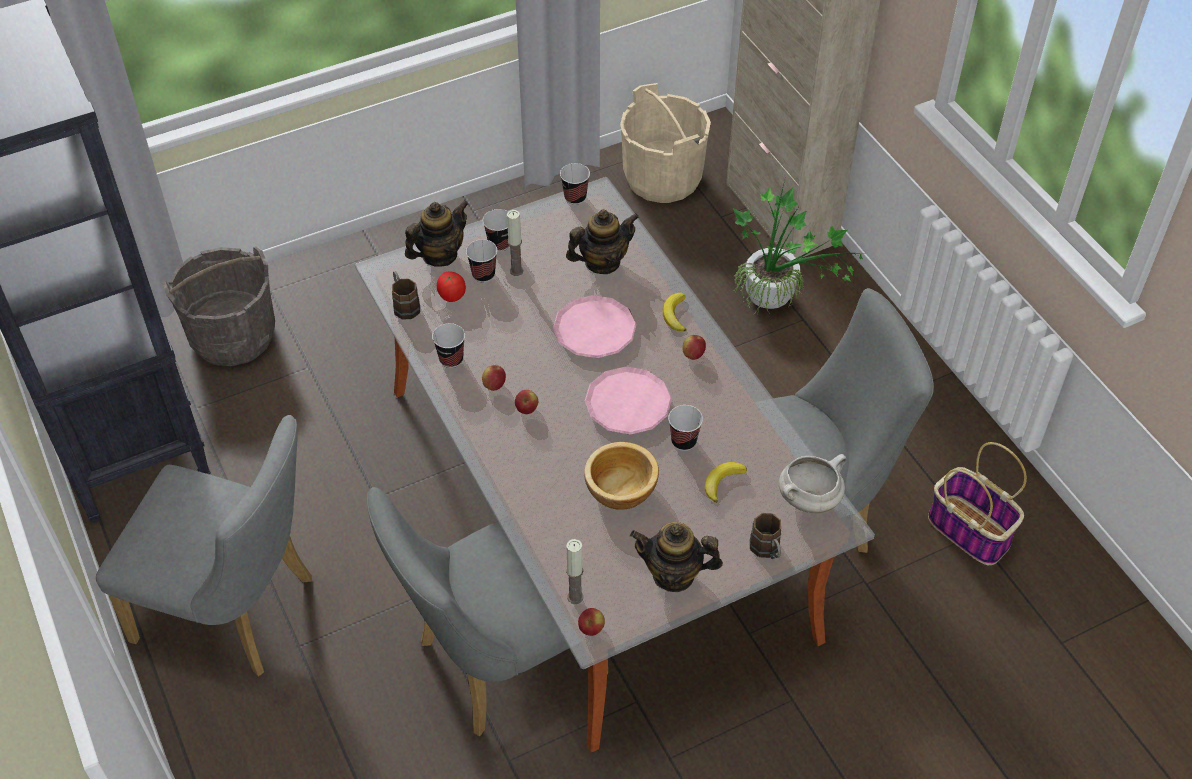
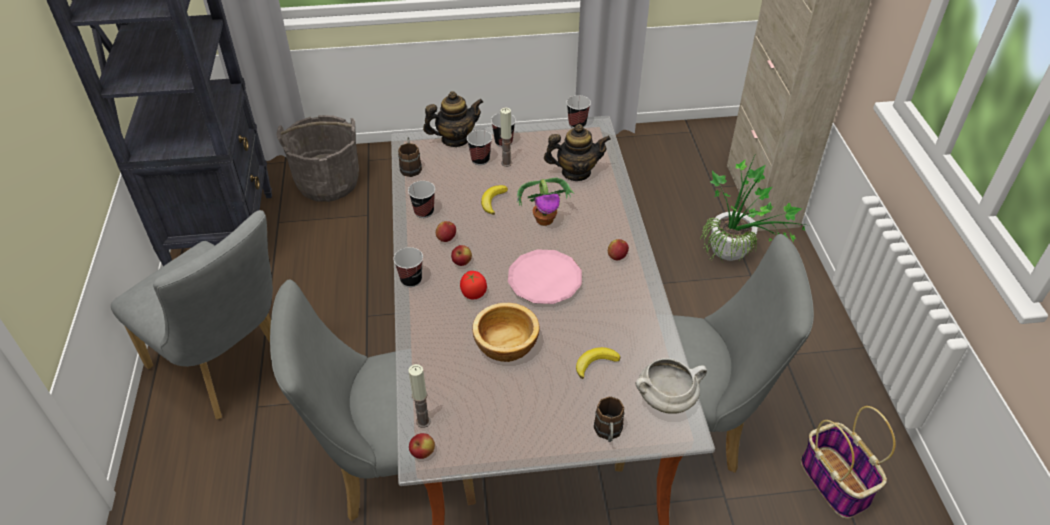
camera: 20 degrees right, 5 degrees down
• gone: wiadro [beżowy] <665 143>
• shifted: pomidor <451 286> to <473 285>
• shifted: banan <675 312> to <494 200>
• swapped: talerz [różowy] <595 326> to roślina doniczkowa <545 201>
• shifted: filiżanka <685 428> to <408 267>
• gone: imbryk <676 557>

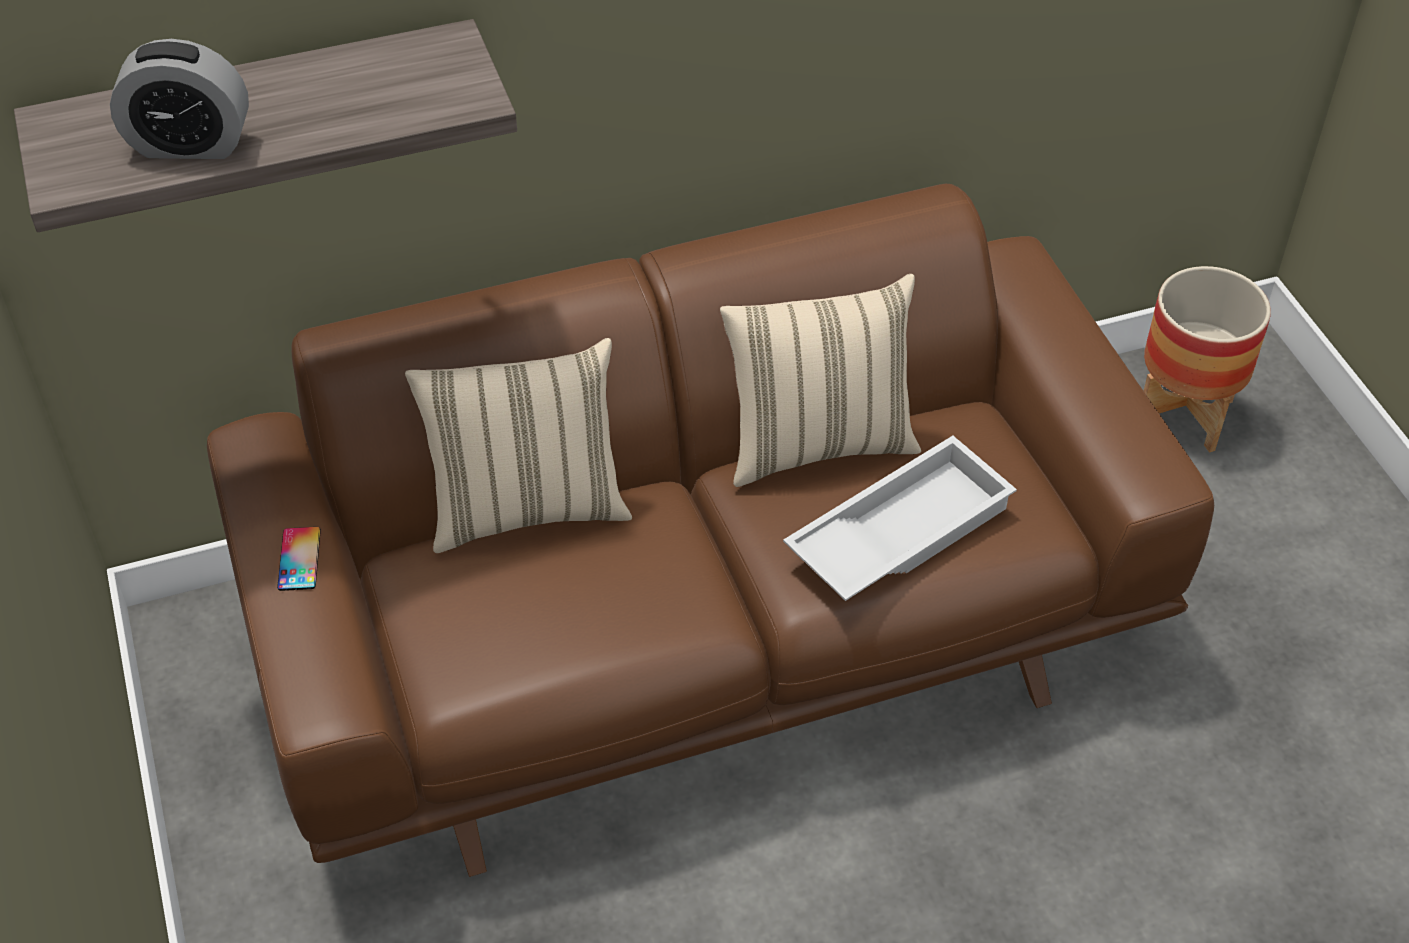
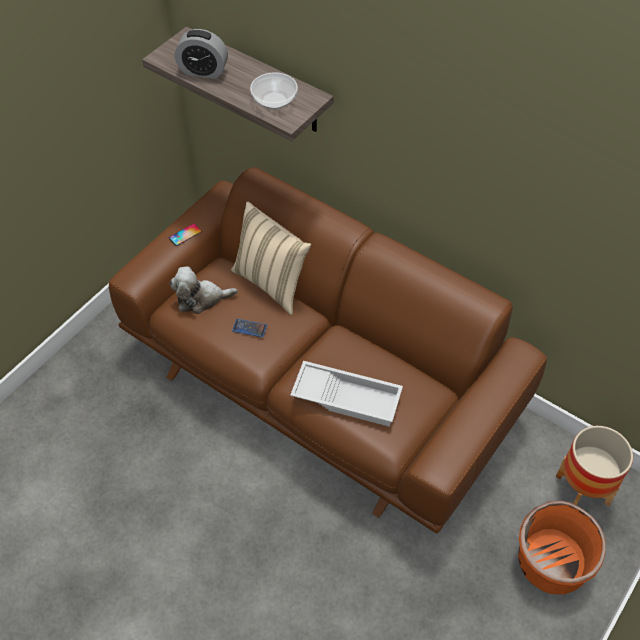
camera: 55 degrees right, 5 degrees up
• rotated: budzik <179 99> = <201 54> 45 degrees counterclockwise
• gone: poduszka [beżowy] <820 380>
• new: miska <274 91>
• new: pluszak <203 290>
• new: telefon <249 328>
• new: donica [pomarańczowy] <562 548>

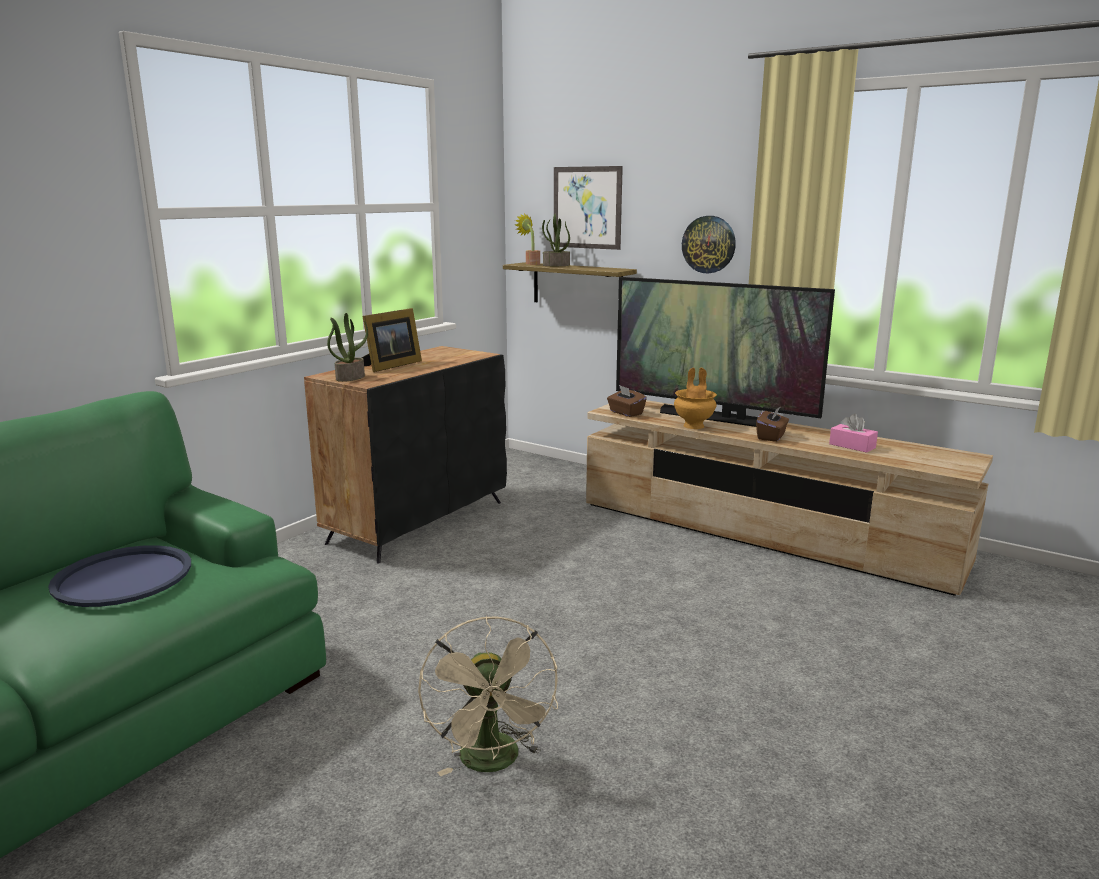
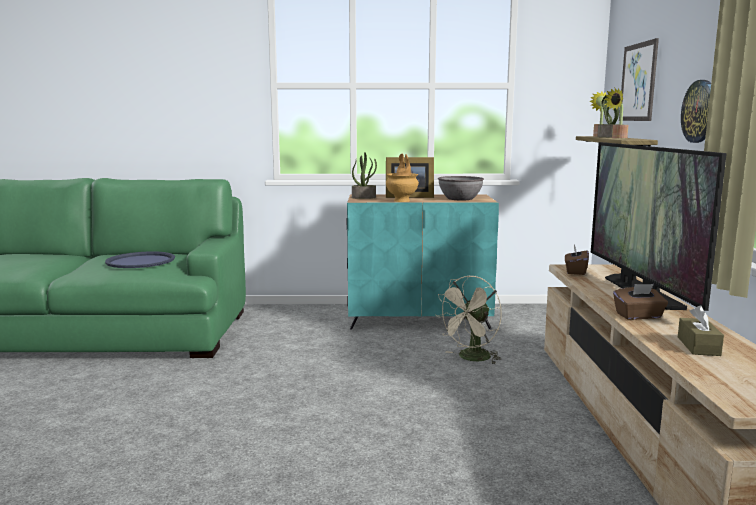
camera: 55 degrees right, 5 degrees down
• repainted: szafka [czarny] <405 455> to szafka [turkusowy] <423 262>
• shifted: wazon [brązowy] <695 398> to <402 178>
• repainted: pudełko chusteczek [różowy] <853 433> to pudełko chusteczek [brązowy] <701 330>
• shifted: wentylator [beżowy] <488 696> to <468 320>
• new: roślina doniczkowa <616 112>
• new: miska [szary] <461 188>

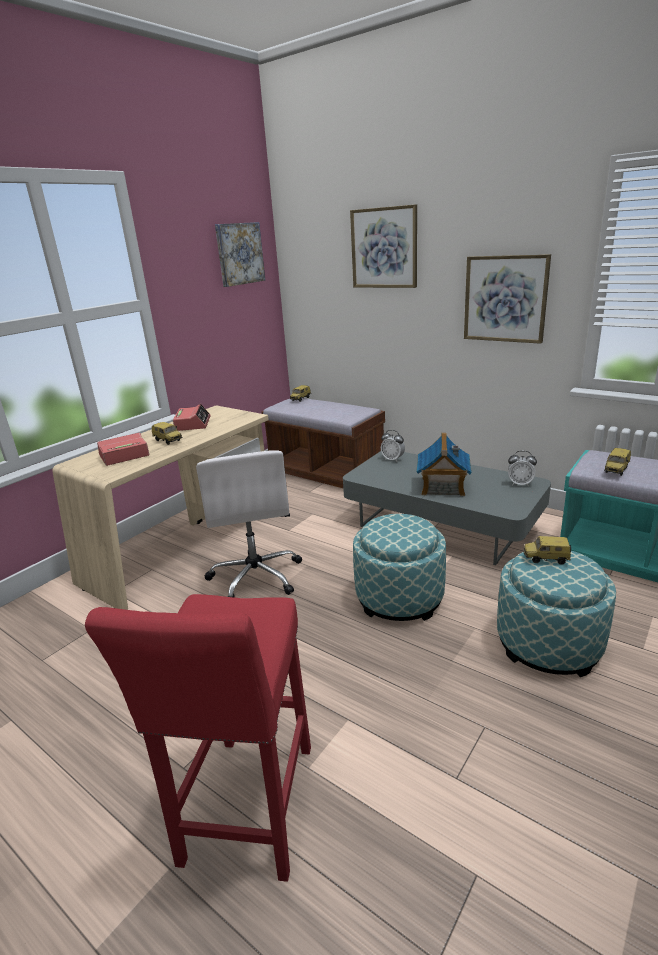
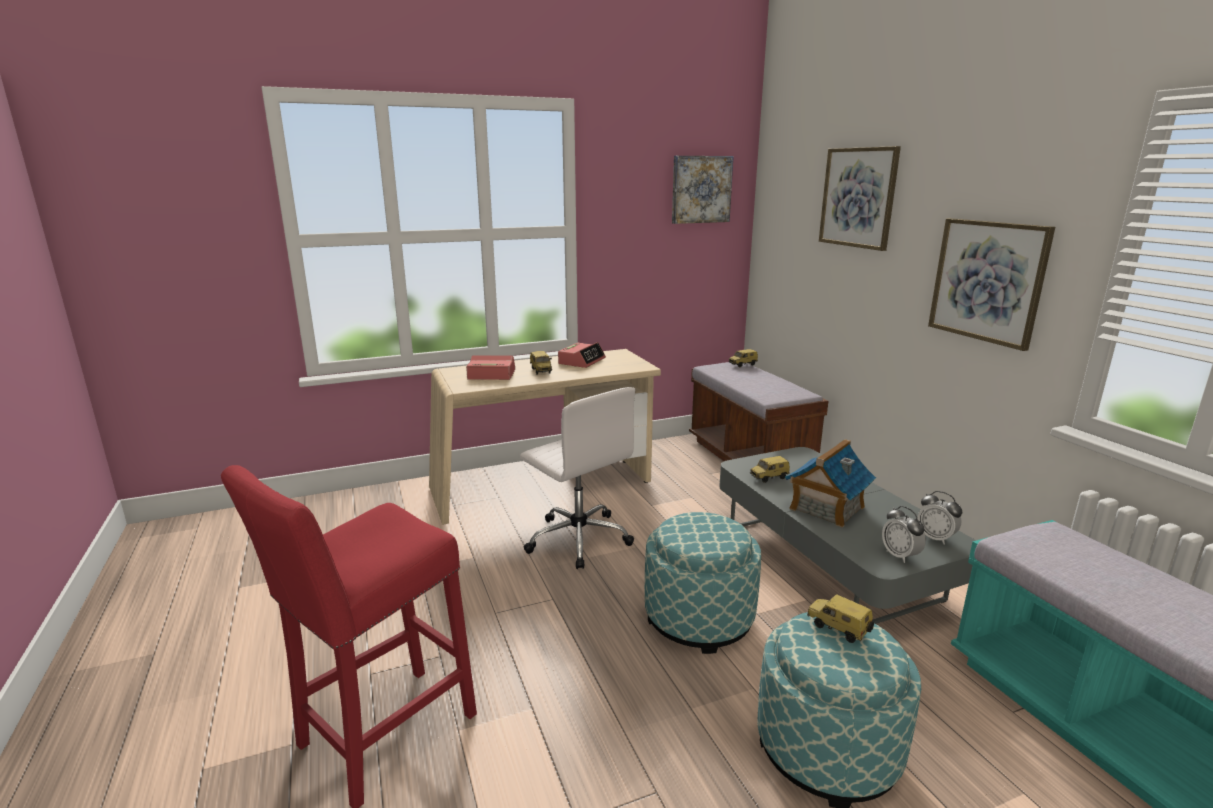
camera: 30 degrees right, 5 degrees down
• shifted: budzik <393 446> to <904 534>
• shifted: samochodzik <617 462> to <770 469>
• rotated: krzesło biurowe [biały] <249 524> = <577 478> 60 degrees counterclockwise

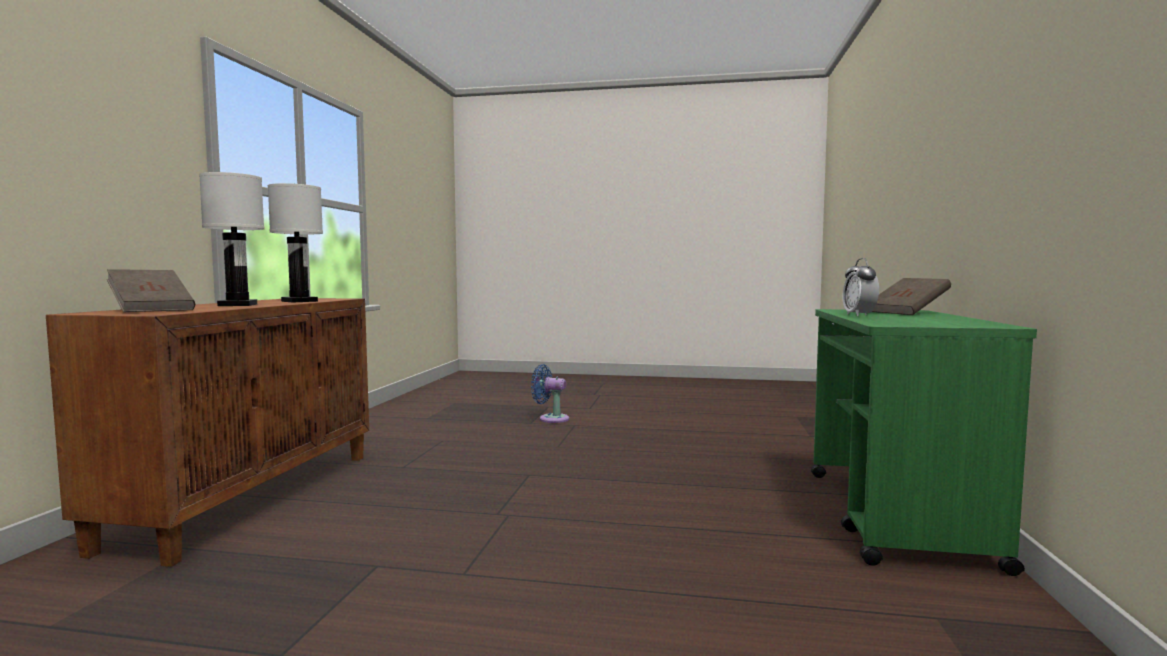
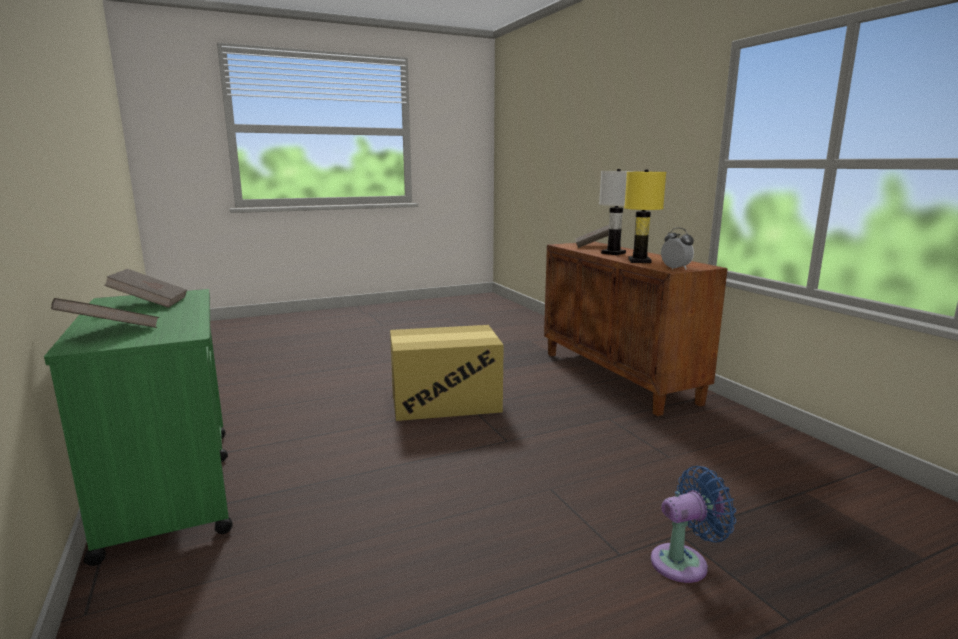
camera: 145 degrees right, 10 degrees up
• repainted: lampa stołowa [biały] <295 242> to lampa stołowa [żółty] <645 216>
• shifted: budzik <860 287> to <677 249>
• new: książka [brązowy] <145 288>
• new: karton <447 373>

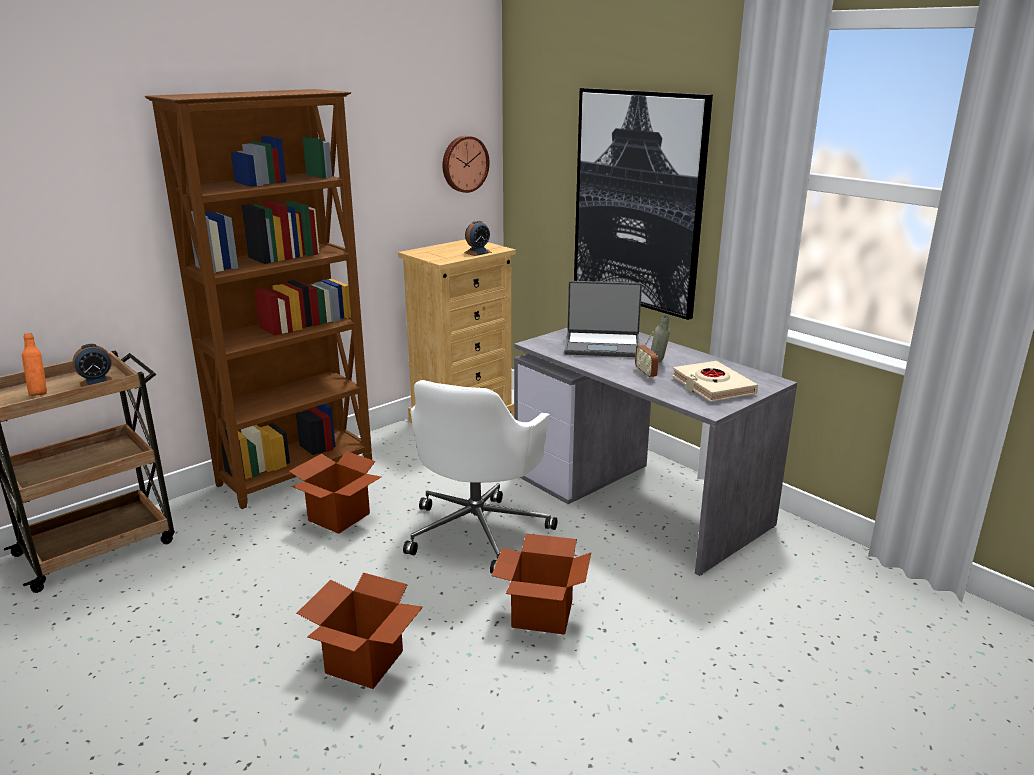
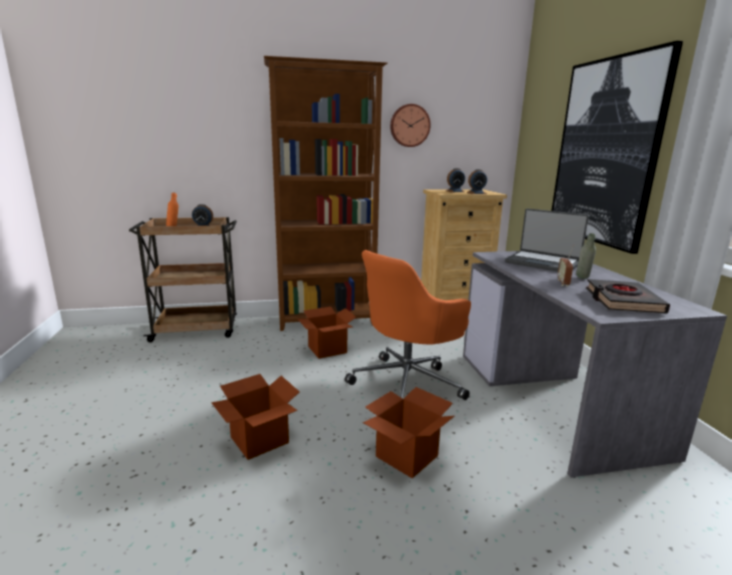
camera: 30 degrees right, 5 degrees down
• shifted: zegar ścienny <466 164> to <410 125>
• repainted: książka [beżowy] <715 381> to książka [czarny] <628 296>
• repainted: krzesło biurowe [biały] <480 476> to krzesło biurowe [pomarańczowy] <408 325>
• new: budzik <455 180>

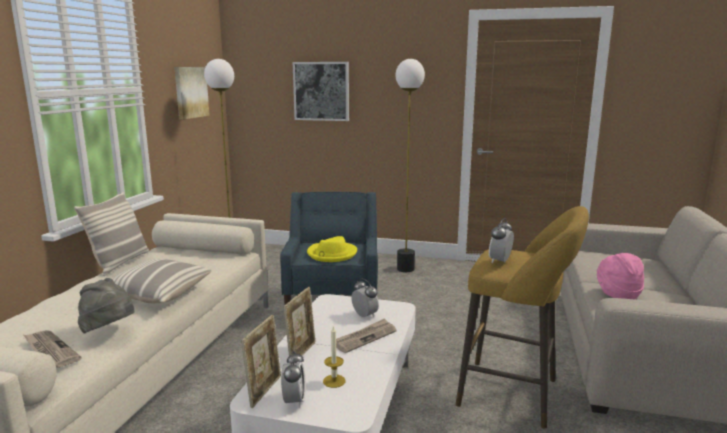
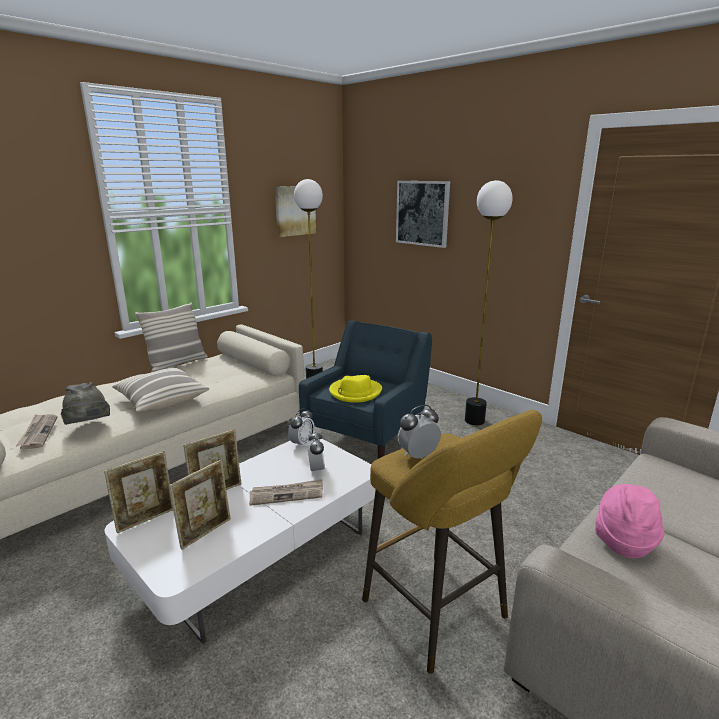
camera: 30 degrees right, 5 degrees up
• swapped: świeca <334 357> to ramka na zdjęcie <200 505>
• shifted: budzik <293 379> to <301 428>

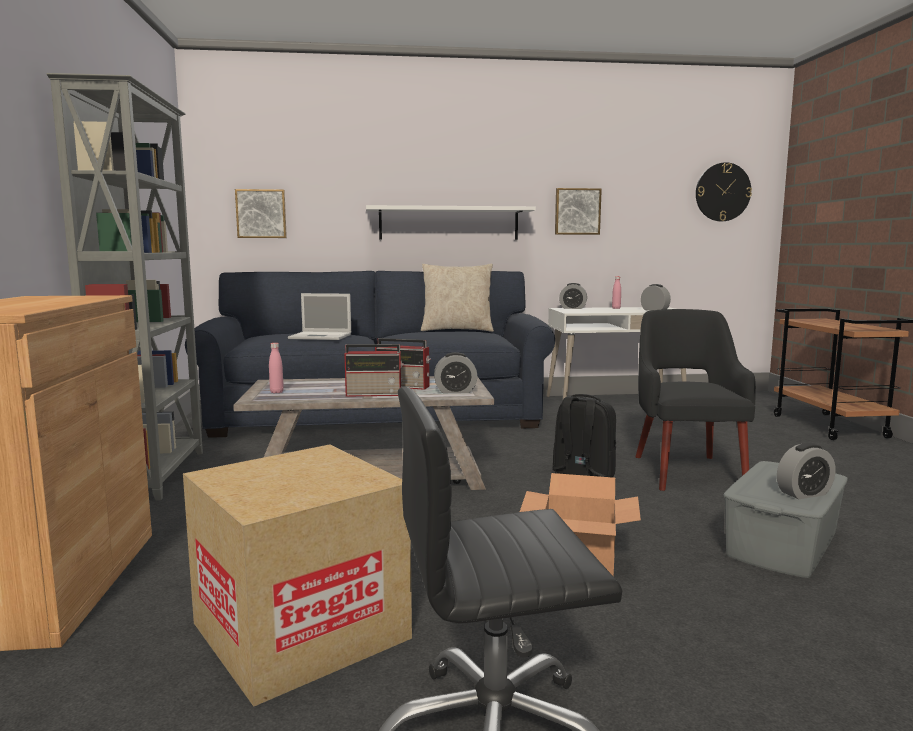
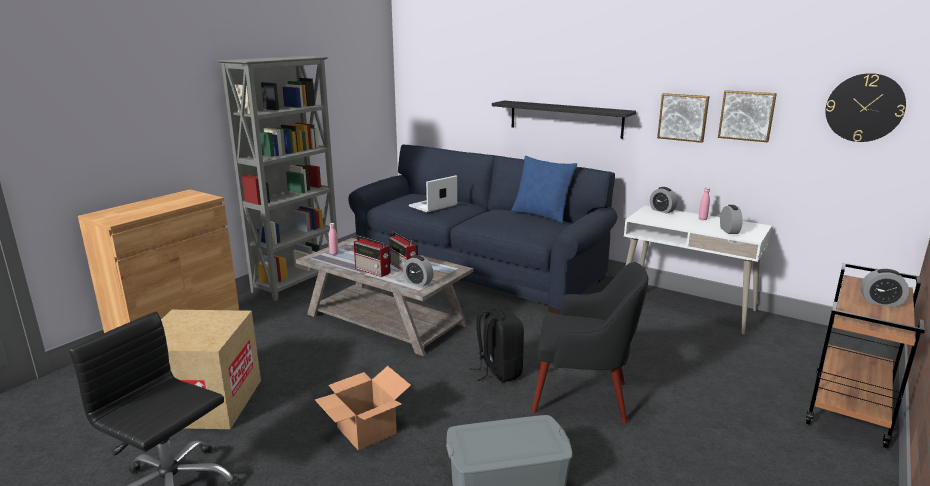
camera: 40 degrees right, 10 degrees up
• shifted: obraz <261 213> to <747 116>
• repainted: półka [biały] <451 222> to półka [czarny] <564 120>
• repainted: poduszka [beżowy] <457 298> to poduszka [niebieski] <544 189>
• rotated: laptop <319 316> = <433 193> 90 degrees clockwise
• rotated: fotel [czarny] <695 400> = <590 343> 60 degrees clockwise
• shifted: budzik <806 471> to <885 288>

